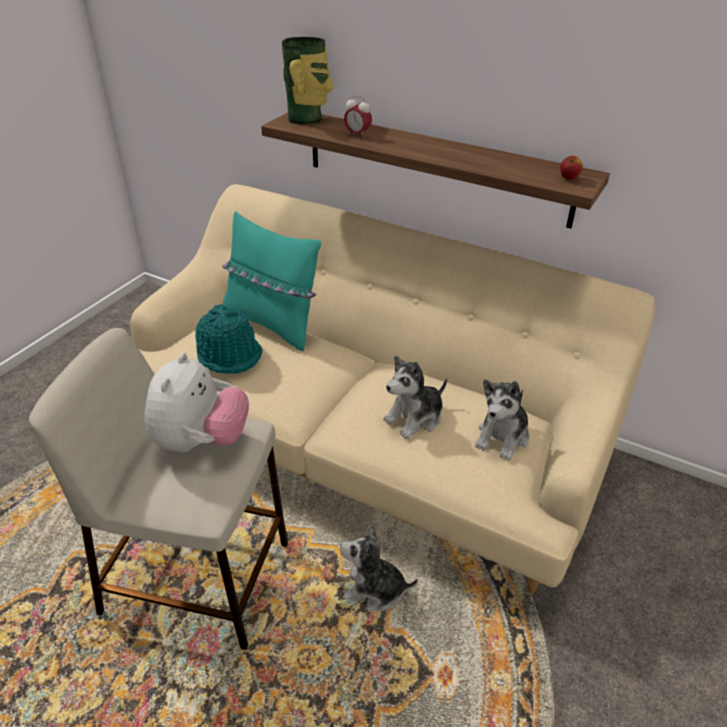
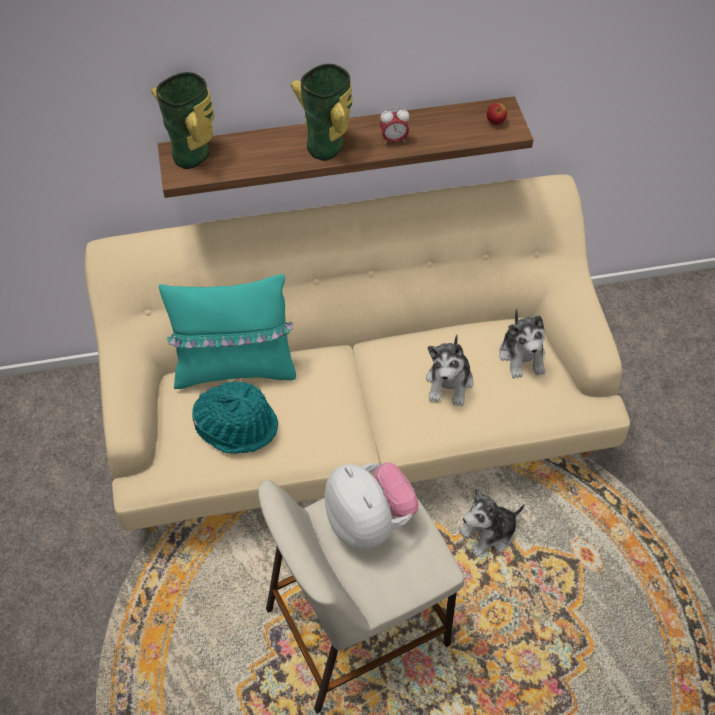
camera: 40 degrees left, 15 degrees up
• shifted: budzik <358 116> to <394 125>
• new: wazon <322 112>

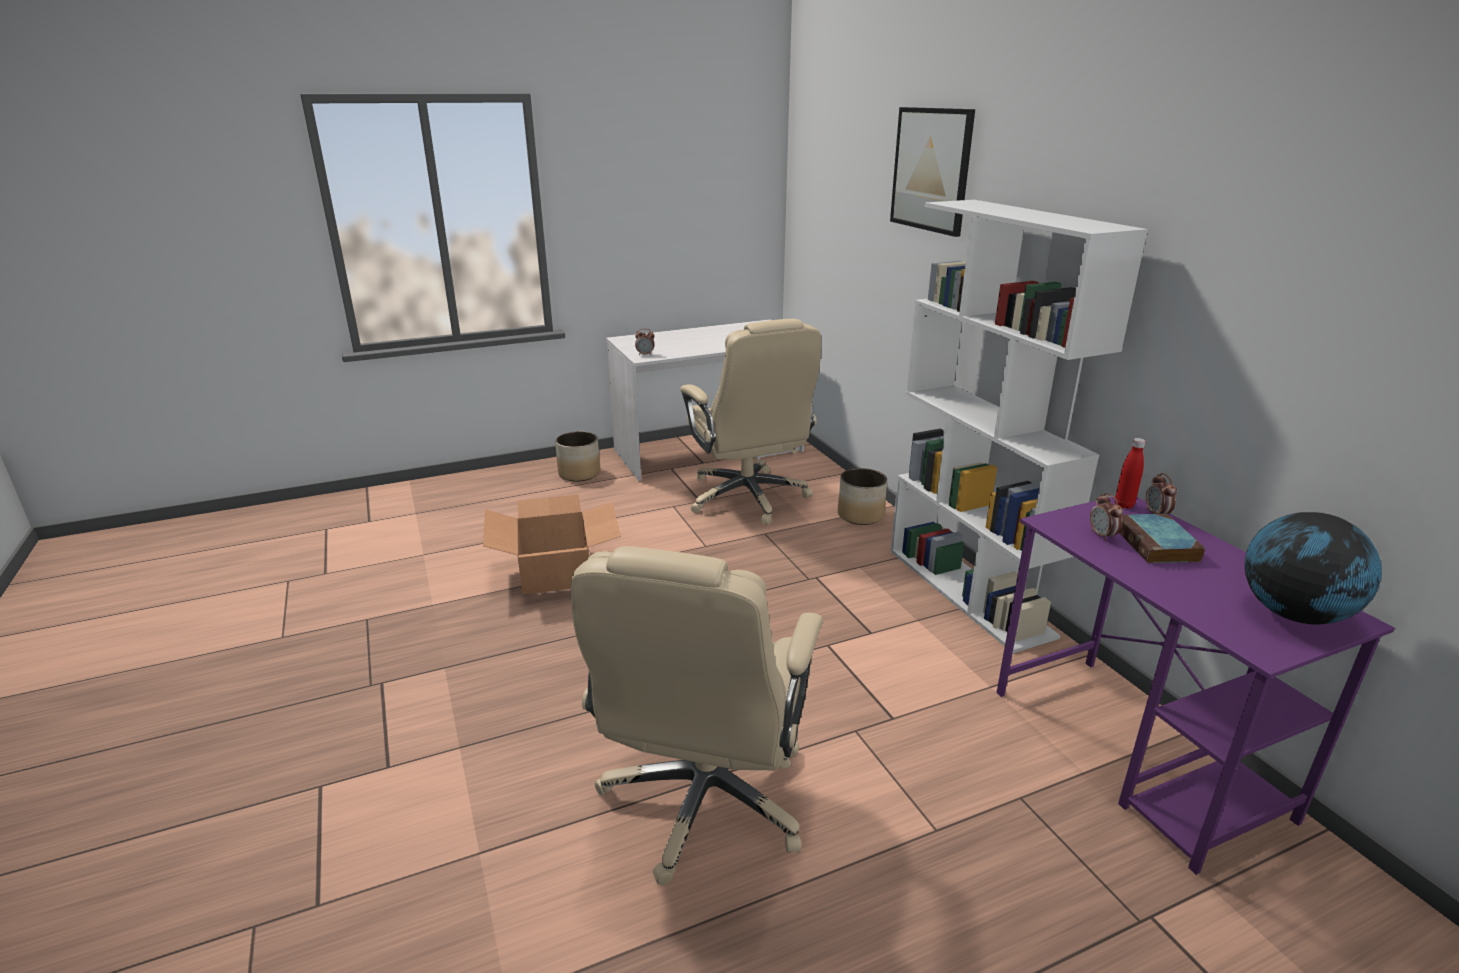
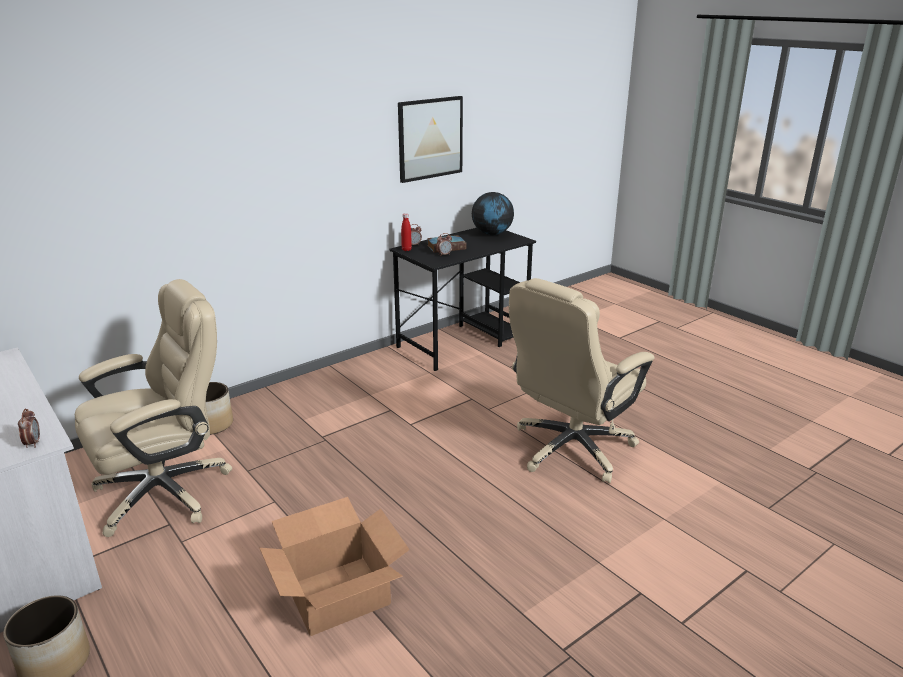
camera: 105 degrees left, 0 degrees up
• shifted: obraz <932 172> to <430 139>
• gone: regał [biały] <1019 426>
• repainted: biurko [fioletowy] <1195 685> to biurko [czarny] <463 299>
• rotated: krzesło biurowe [beżowy] <697 715> = <581 380> 135 degrees clockwise

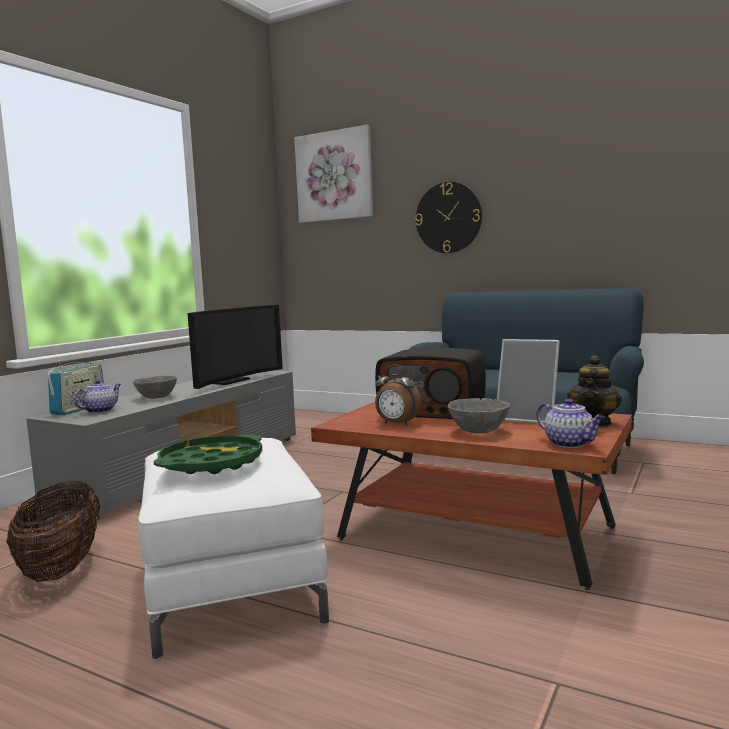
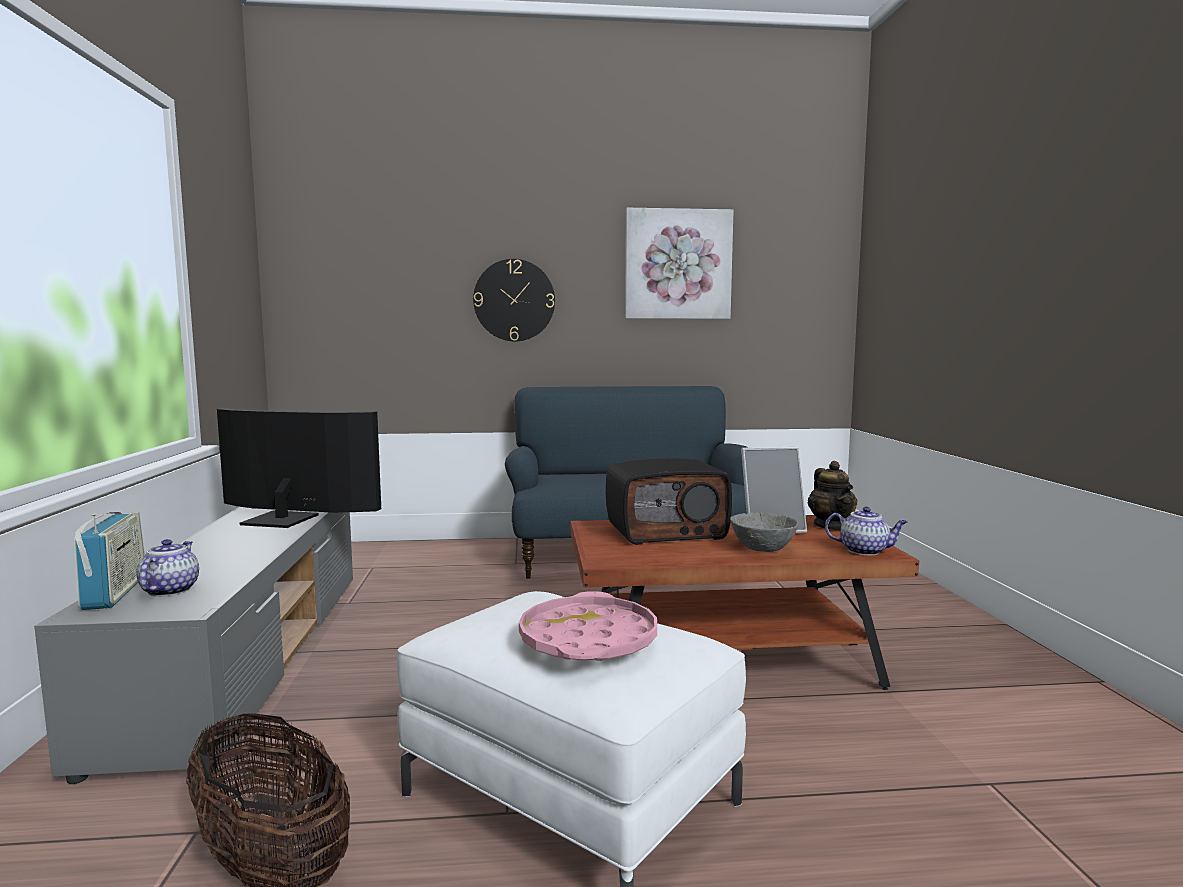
camera: 35 degrees left, 0 degrees up
• shifted: obraz <333 174> to <679 263>
• rotated: telewizor <235 347> = <299 468> 75 degrees counterclockwise
• gone: budzik <398 395>
• gone: miska [szary] <155 387>
• repainted: taca [zielony] <208 454> to taca [różowy] <588 626>

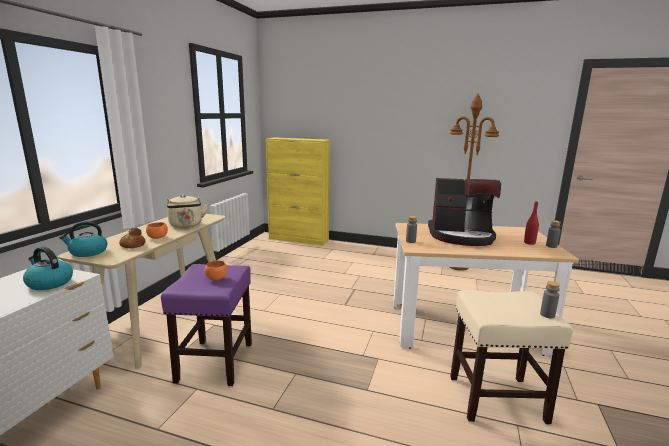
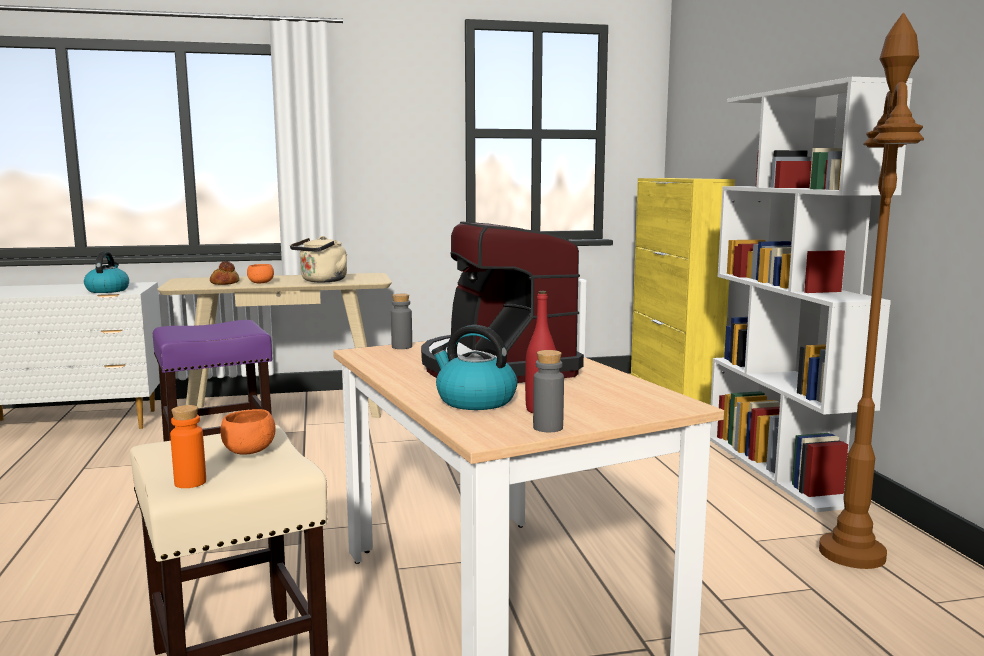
camera: 60 degrees right, 5 degrees down
• shifted: czajnik <83 239> to <474 367>
• shifted: miska [pomarańczowy] <216 270> to <247 432>
• repainted: butelka [szary] <550 299> to butelka [pomarańczowy] <188 446>
• new: regał [biały] <811 294>

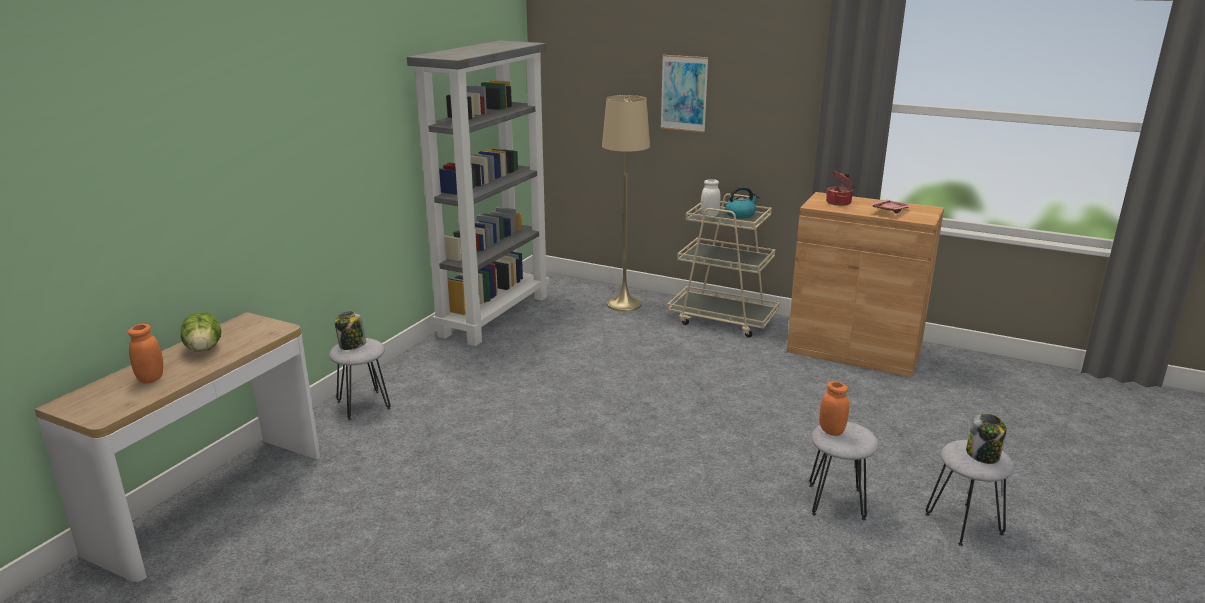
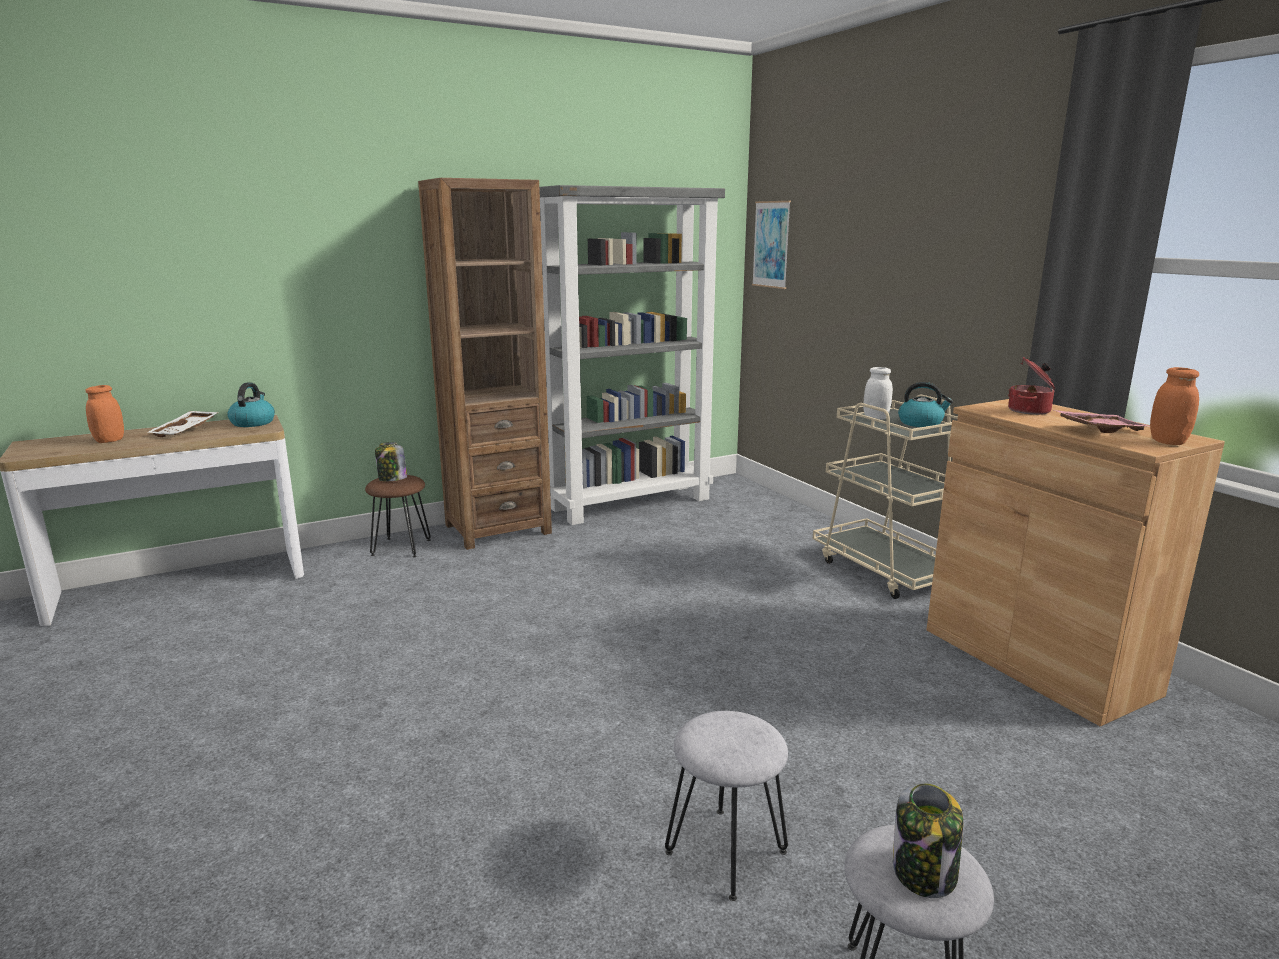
camera: 35 degrees right, 5 degrees down
• shifted: obraz <684 93> to <771 245>
• gone: lampa stojąca [beżowy] <626 203>
• swapped: sałata <201 332> to taca [biały] <182 424>
• repainted: stołek [szary] <360 379> to stołek [brązowy] <398 516>
• shifted: słoik [pomarańczowy] <834 408> to <1174 406>
• new: regał [brązowy] <485 364>
• new: czajnik <251 405>

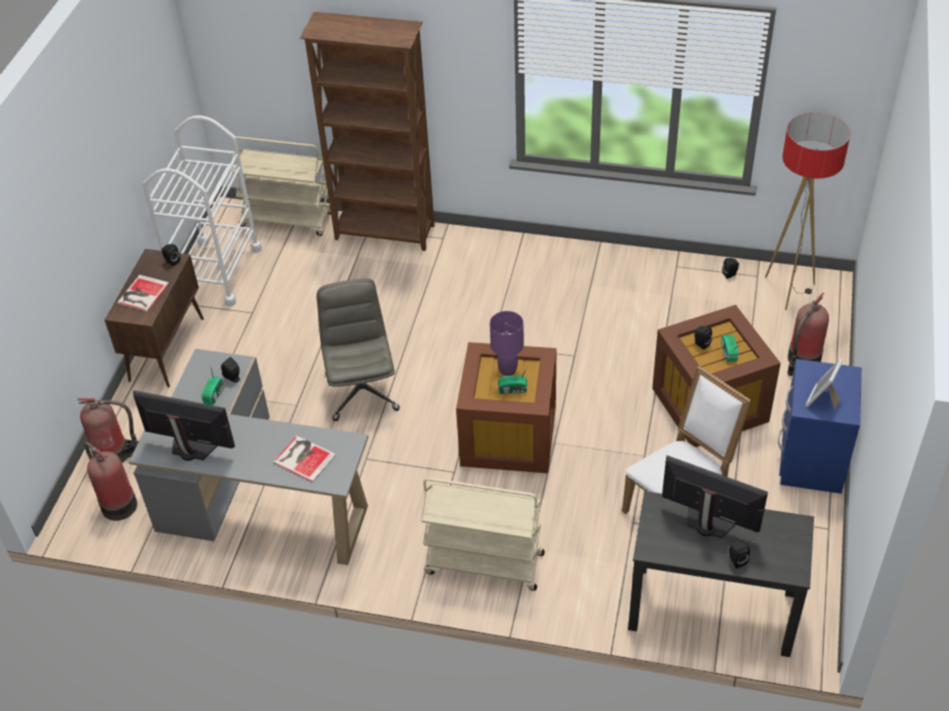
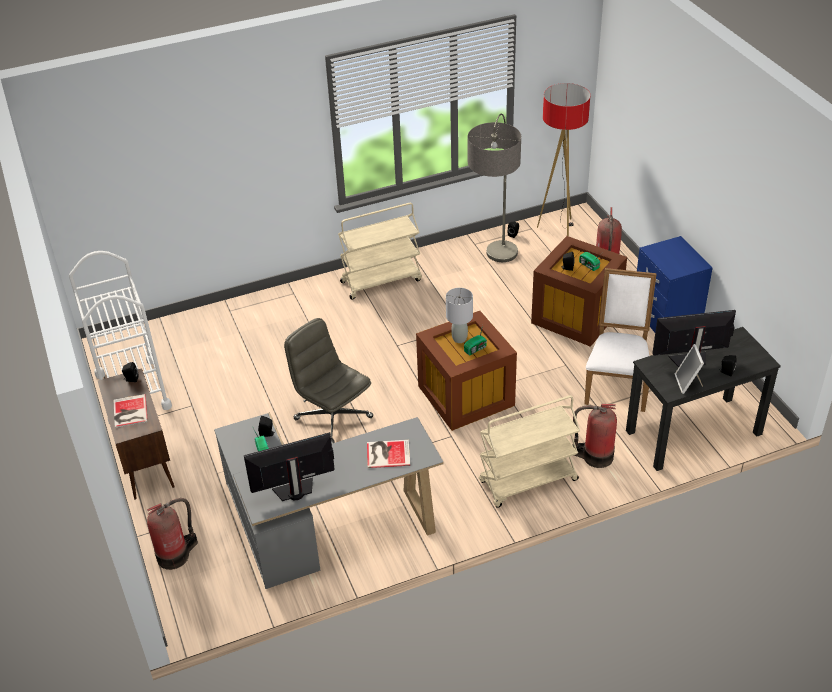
camera: 35 degrees left, 5 degrees down
• gone: regał [brązowy] <367 131>
• shifted: wózek [beżowy] <281 186> to <380 251>
• repainted: lampa stołowa [fioletowy] <507 343> to lampa stołowa [szary] <459 315>
• shifted: ramka na zdjęcie <824 384> to <689 369>
• shifted: gaśnica <110 481> to <595 436>
• new: lampa stojąca <494 188>

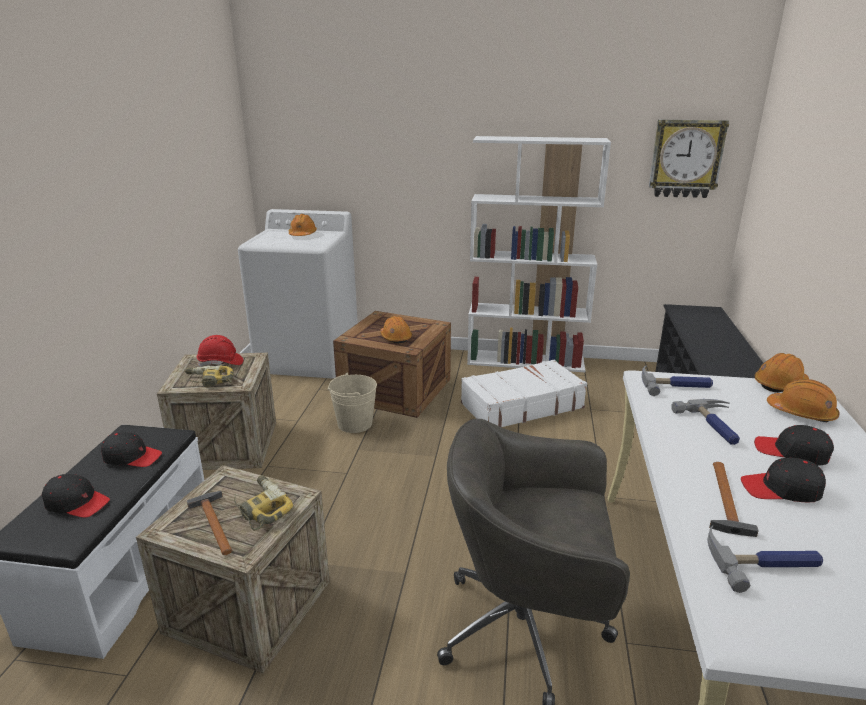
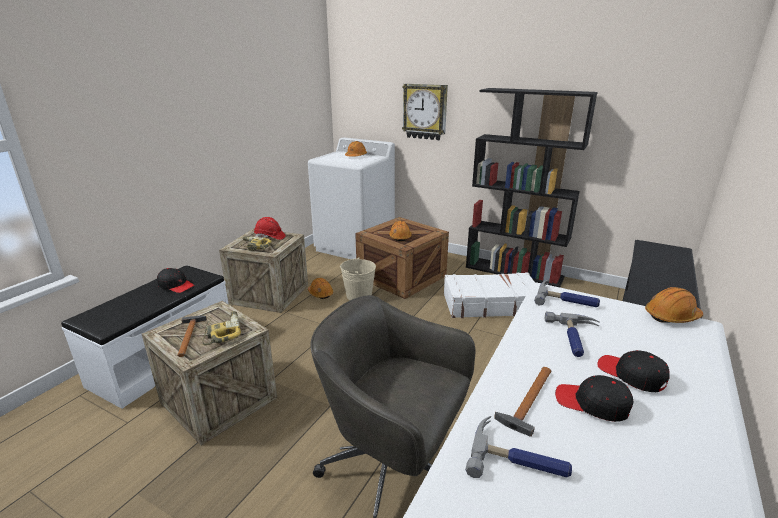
camera: 20 degrees right, 0 degrees up
• shifted: zegar ścienny <689 159> to <425 112>
• repainted: regał [biały] <539 254> to regał [czarny] <532 187>
• shifted: kask [pomarańczowy] <803 401> to <320 288>
• gone: czapka z daszkiem [czarny] <76 495>

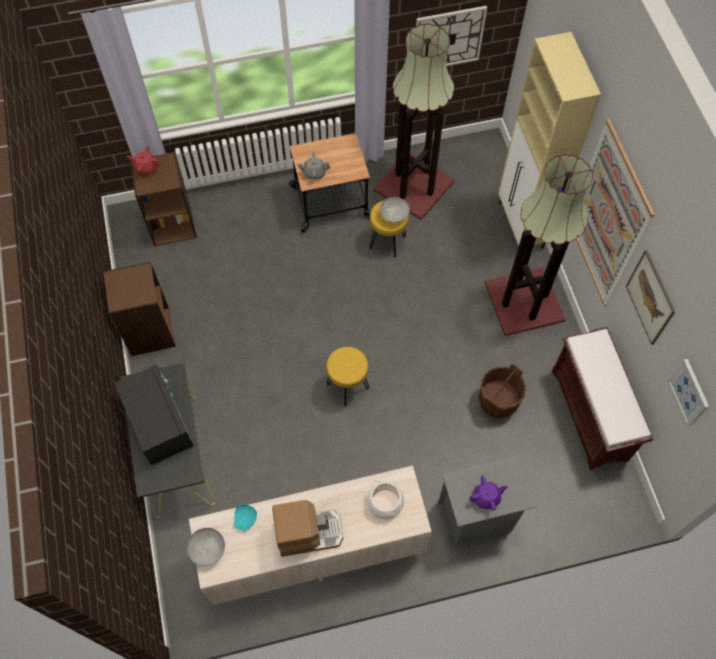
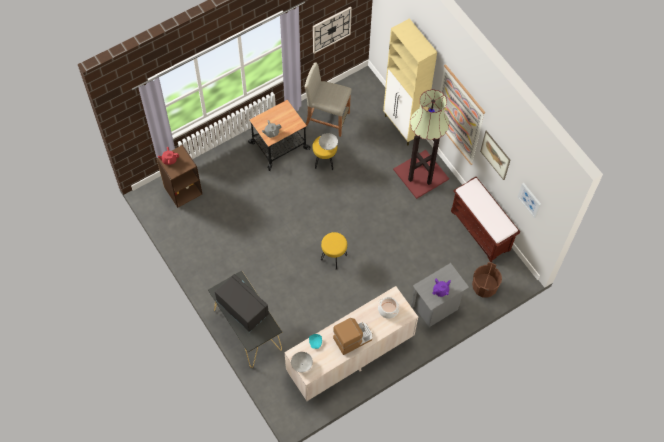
camera: 20 degrees left, 0 degrees up
• swapped: lampa stojąca <414 121> to stołek [beżowy] <328 99>
• gone: regał [brązowy] <139 309>
• shifted: wiadro [brązowy] <502 391> to <487 280>

